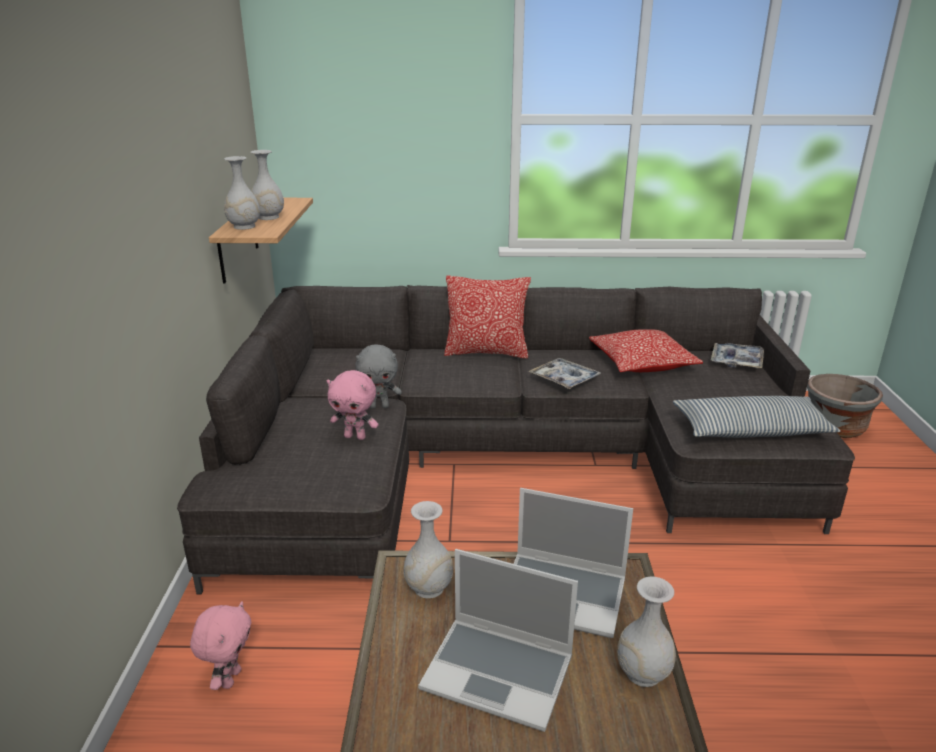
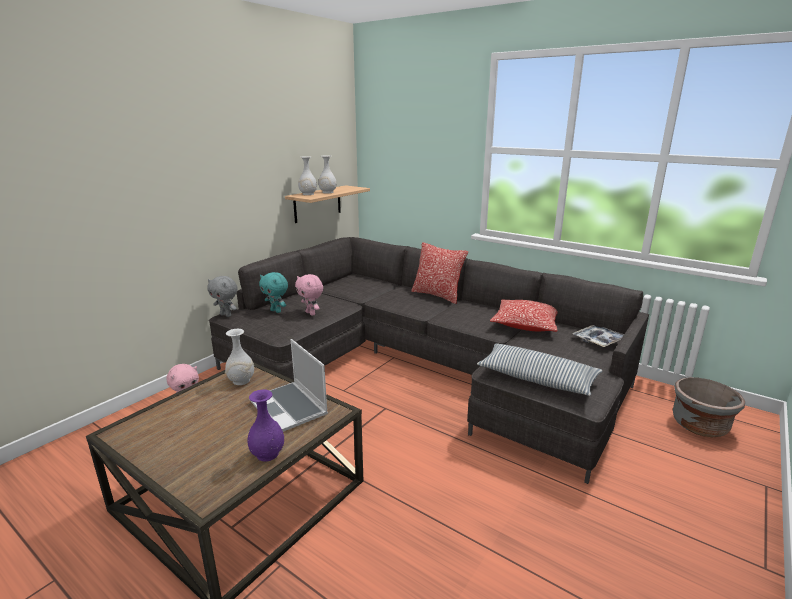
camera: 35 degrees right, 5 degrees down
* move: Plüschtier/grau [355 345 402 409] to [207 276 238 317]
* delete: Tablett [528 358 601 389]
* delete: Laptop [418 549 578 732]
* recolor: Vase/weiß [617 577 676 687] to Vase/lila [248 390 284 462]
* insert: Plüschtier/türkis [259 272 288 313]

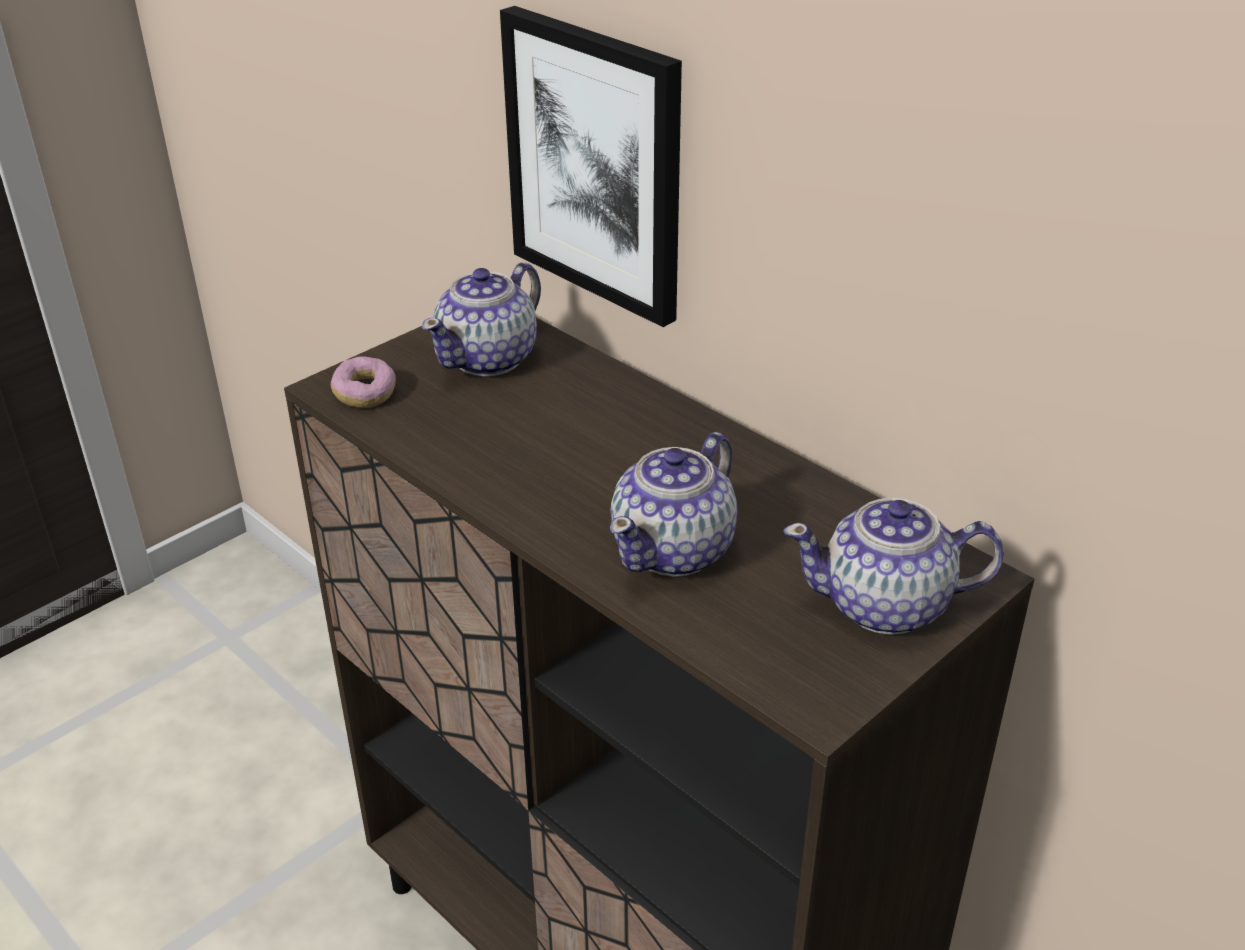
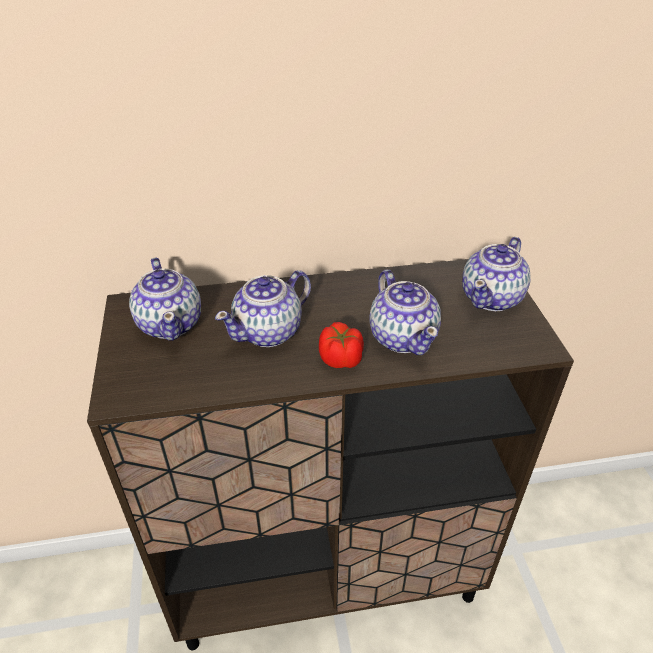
camera: 55 degrees left, 5 degrees up
* delete: Bild [500 6 682 327]
* delete: Donut [331 356 396 408]
* insert: Teekanne [215 270 311 347]
* insert: Tomate [319 322 364 368]

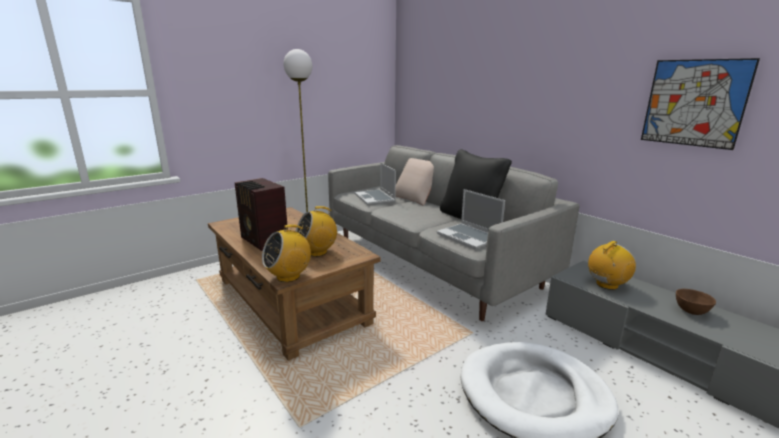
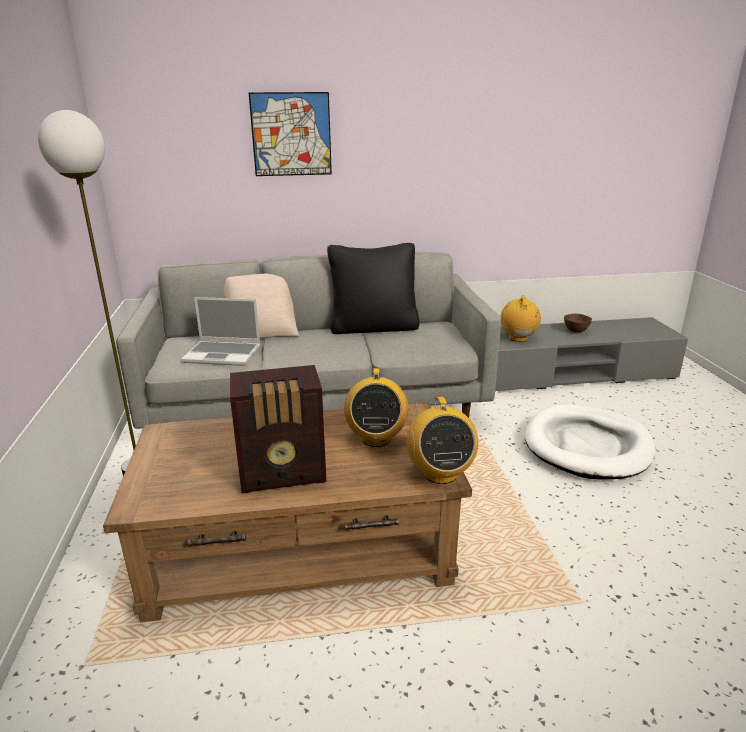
camera: 60 degrees left, 5 degrees up
* move: Bild [641 58 760 150] to [249 92 332 176]
* delete: Laptop [437 189 505 249]

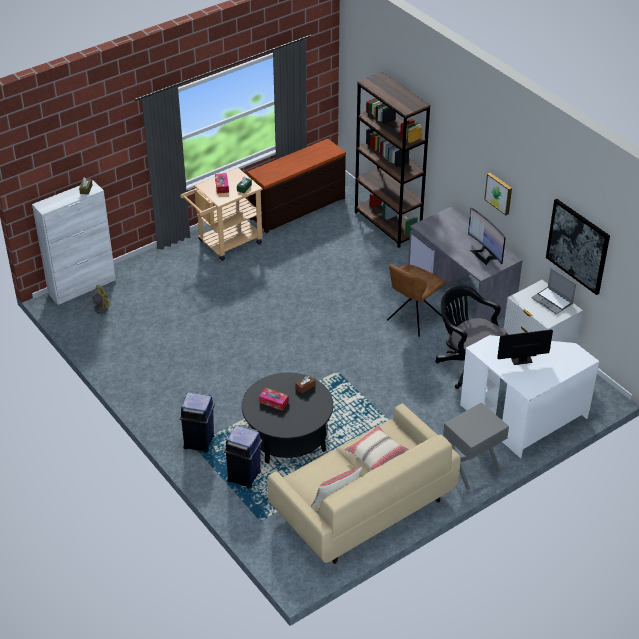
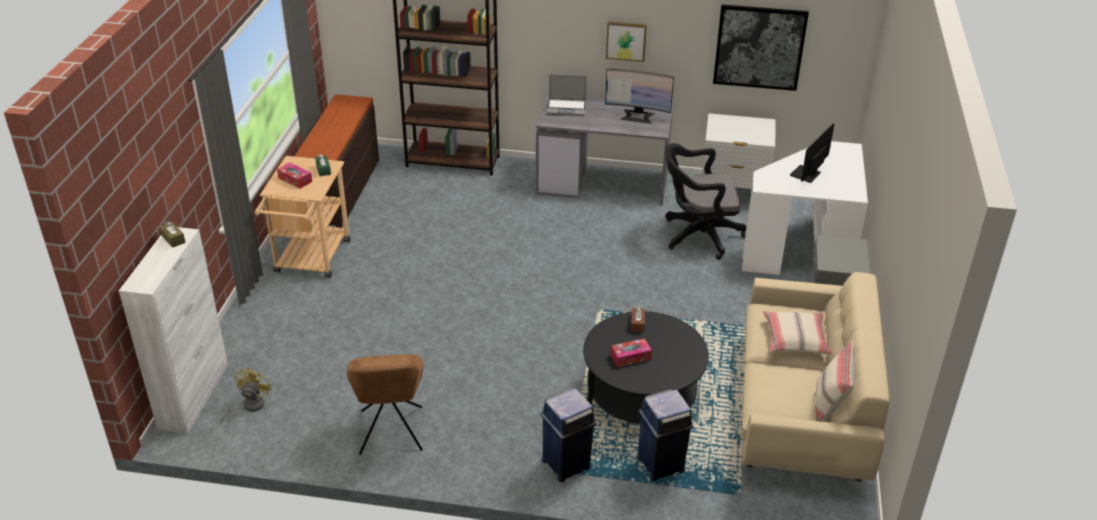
camera: 45 degrees left, 5 degrees down
* move: Stuhl/braun [387 264 446 337] to [347 354 423 455]
* move: Laptop [532 268 576 315] to [547 74 587 116]

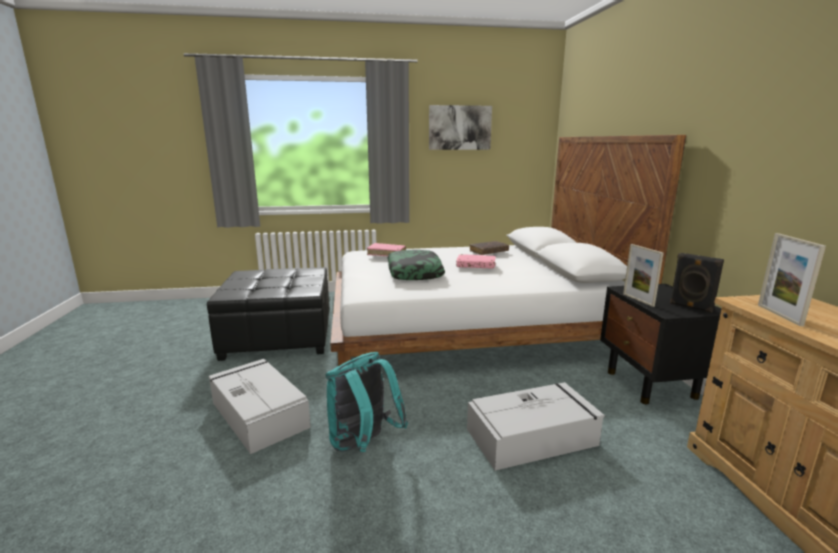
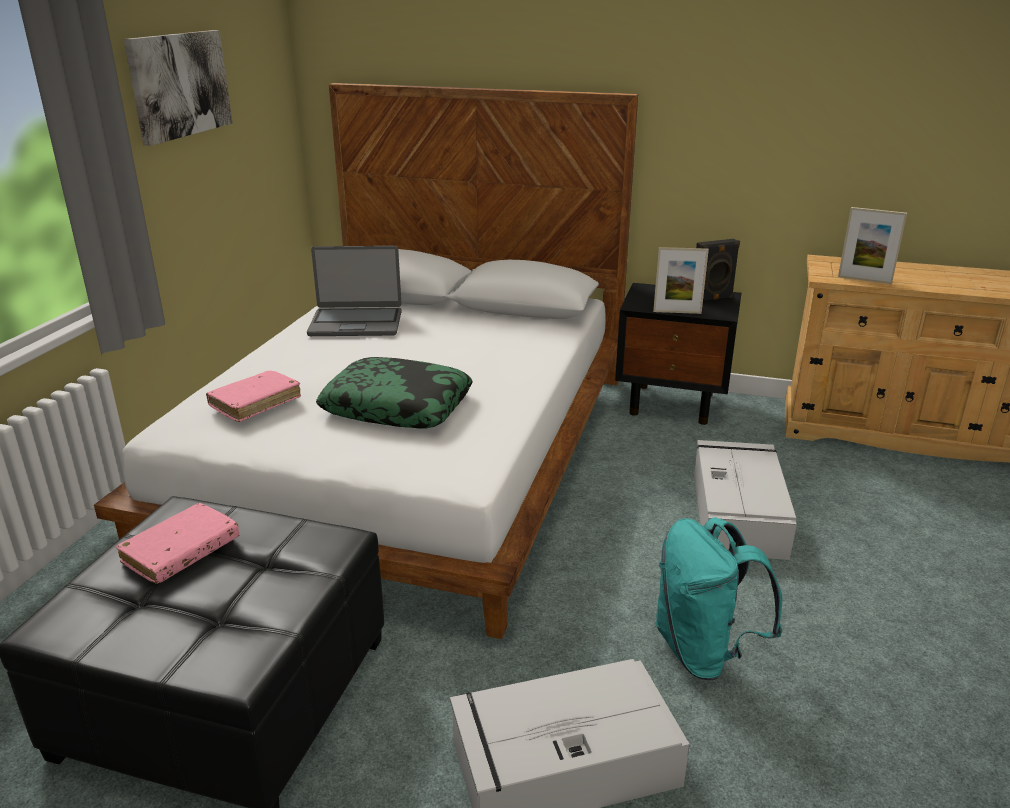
camera: 65 degrees left, 10 degrees up
* replace: Buch/braun [470 241 509 255] to Laptop [307 246 402 336]
* move: Buch/rosa [456 254 496 269] to [116 503 239 584]

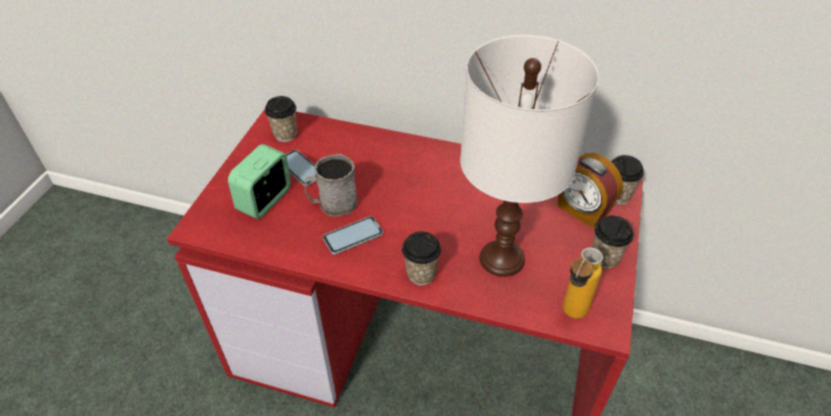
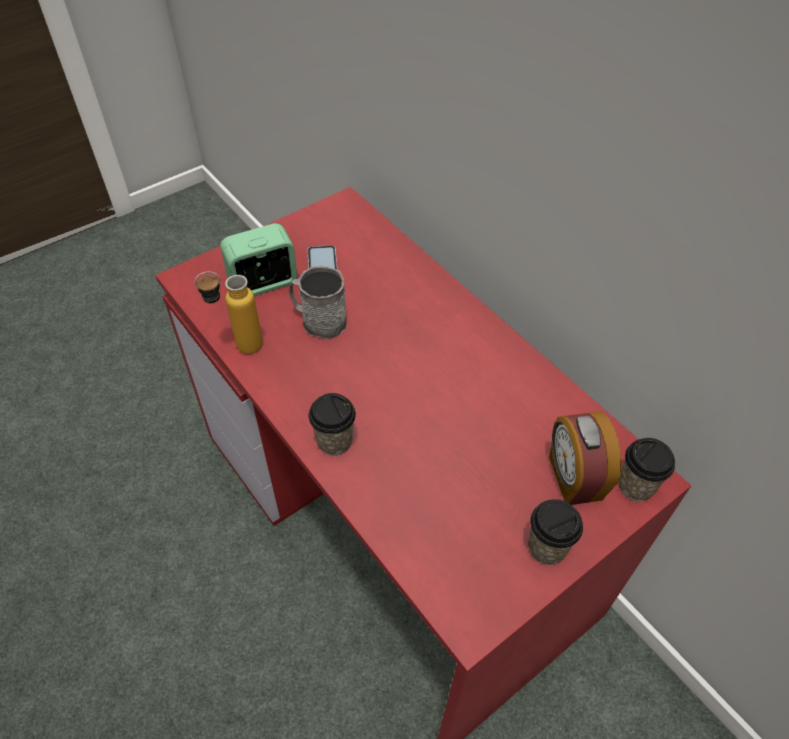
camera: 35 degrees right, 5 degrees up
* delete: Tischlampe/weiß [460 35 599 277]
* delete: Tasse [265 96 297 142]
* delete: Handy [323 216 383 254]
* move: Flasche [563 247 603 319] to [194 272 263 354]

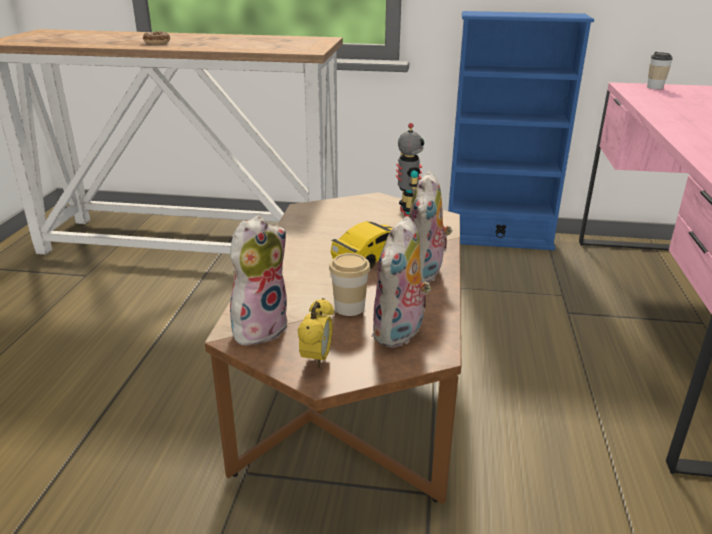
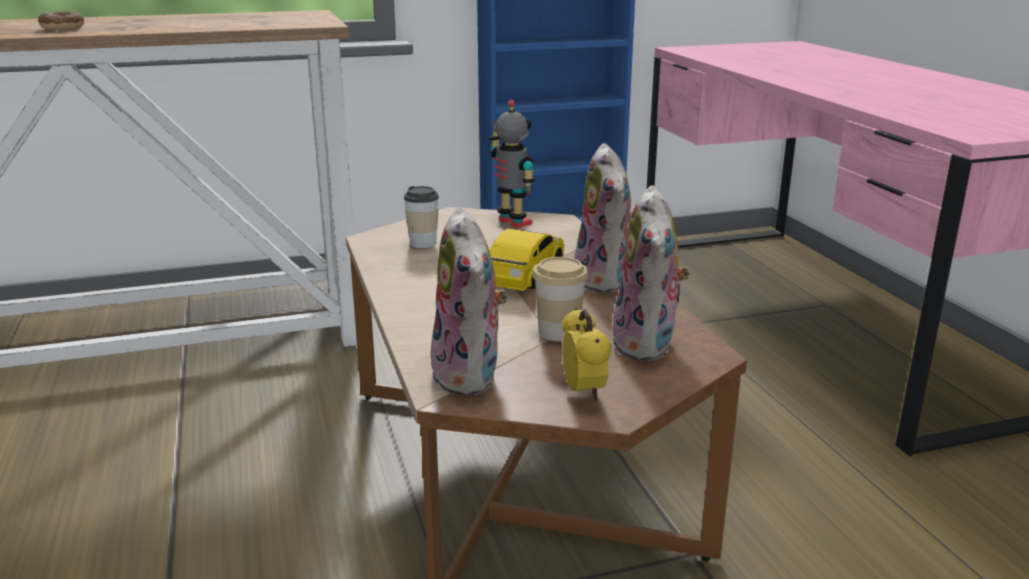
camera: 25 degrees left, 5 degrees down
* move: Tasse [647 52 673 89] to [404 186 439 248]
* rotate: Plüschtier [230 215 288 348] = [429 207 508 396] 150 degrees clockwise

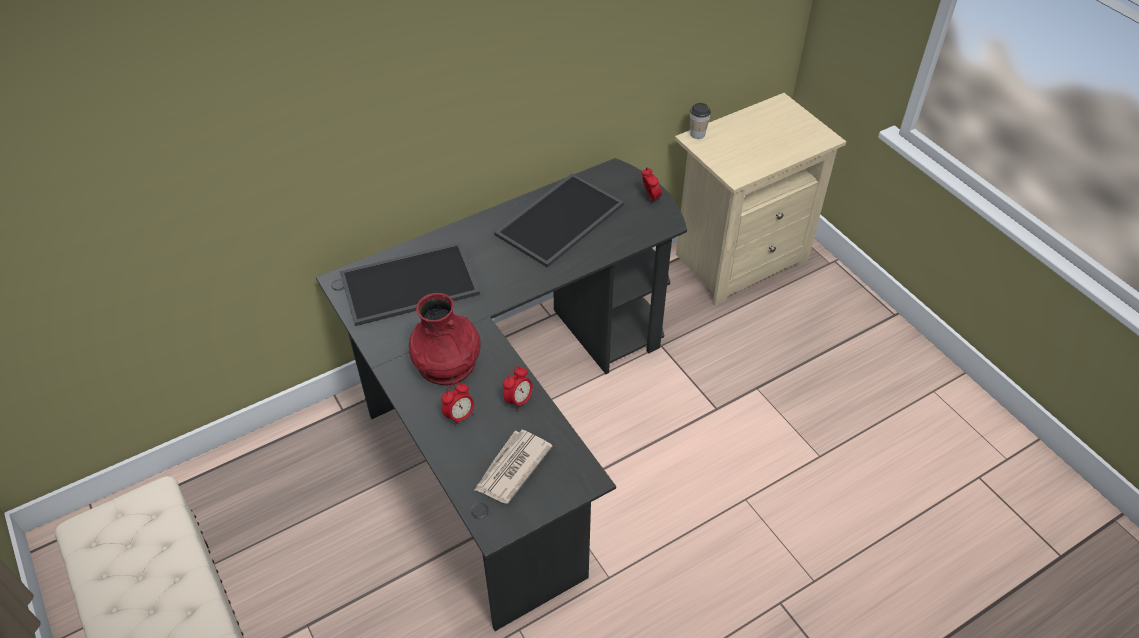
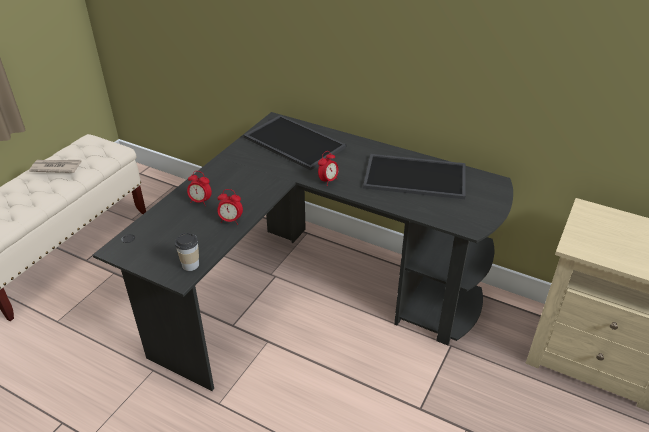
camera: 60 degrees right, 10 degrees down
* move: Tasse [690 103 711 139] to [175 233 199 271]
* move: Wecker [642 168 662 201] to [318 151 338 186]
* delete: Vase/rot [409 293 481 386]
* move: Zeitung [475 430 552 503] to [29 160 82 173]

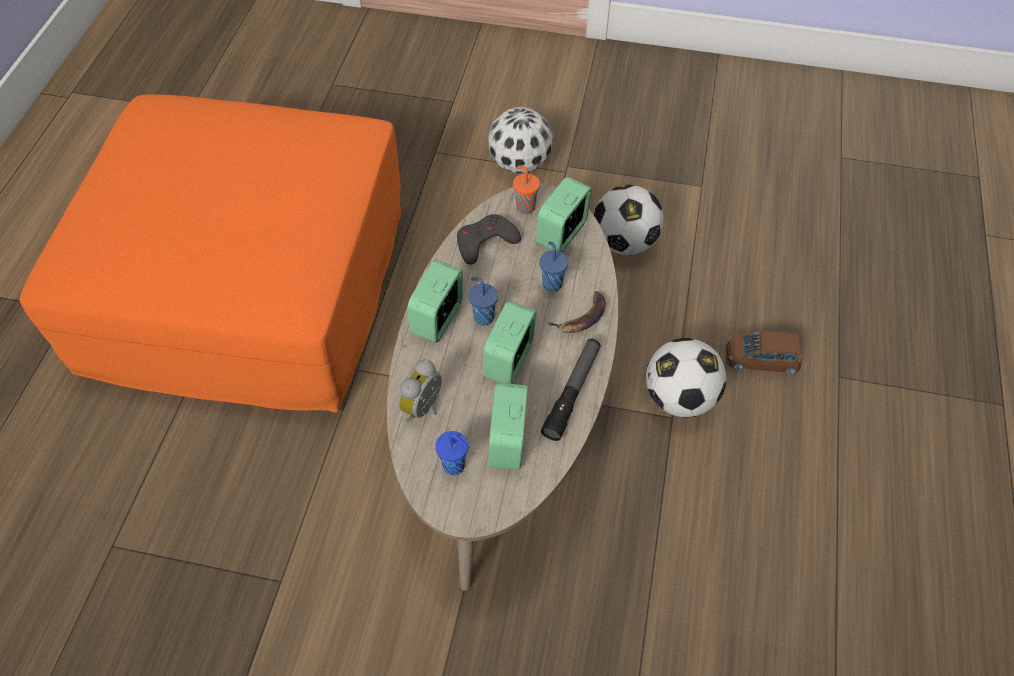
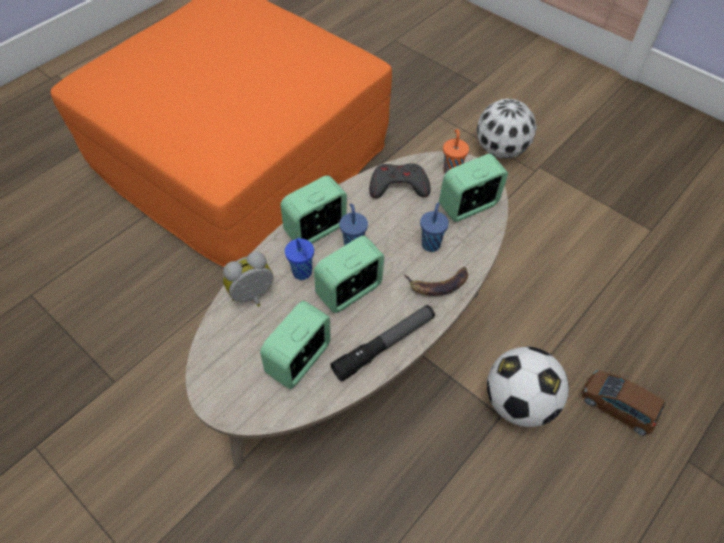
camera: 30 degrees right, 0 degrees up
* delete: Fußball [594 185 663 256]
* move: Tasse/blau [435 431 469 475] to [285 238 314 280]

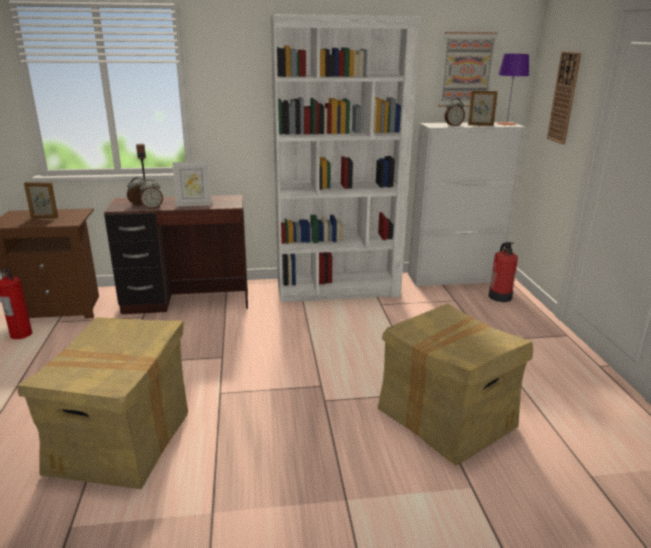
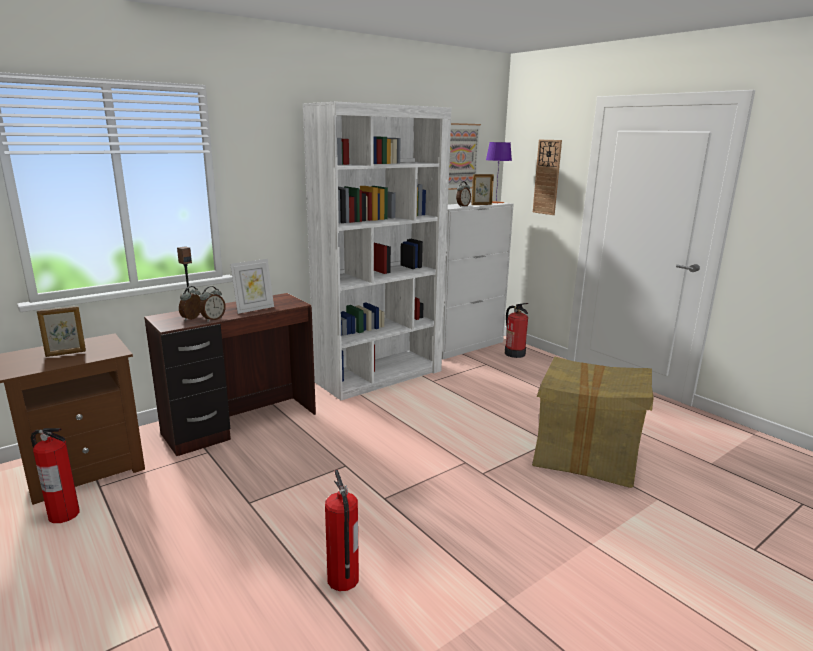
camera: 30 degrees left, 5 degrees down
* replace: Karton [17 317 188 489] to Feuerlöscher [325 470 359 591]

